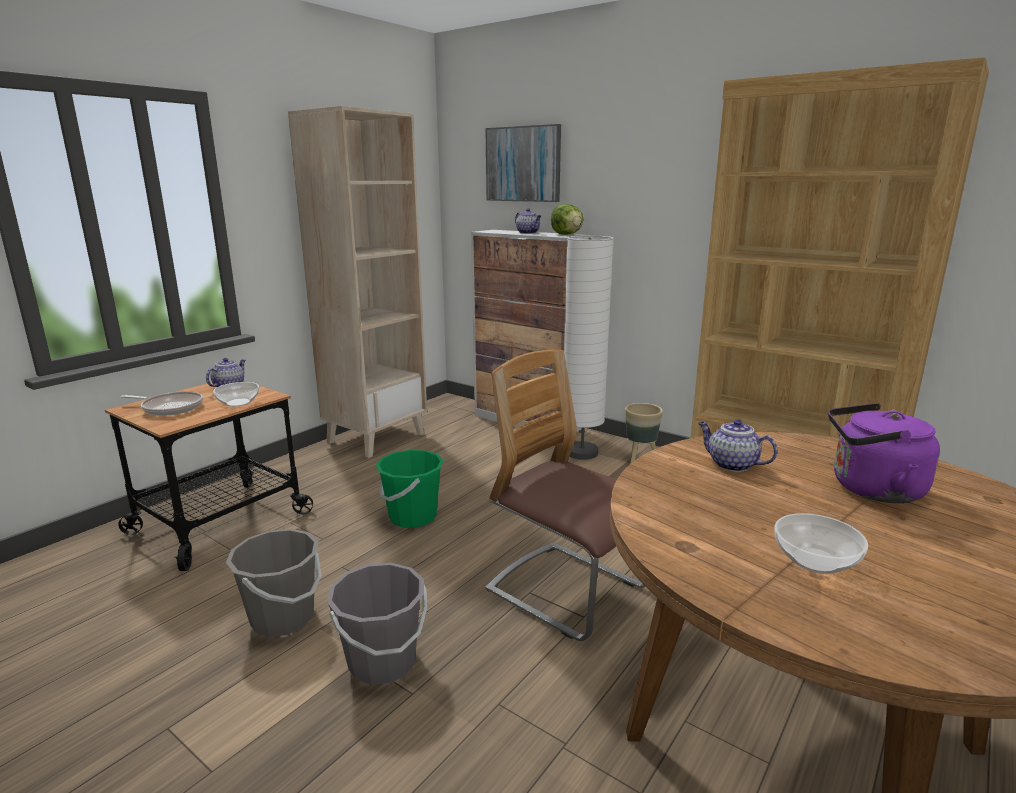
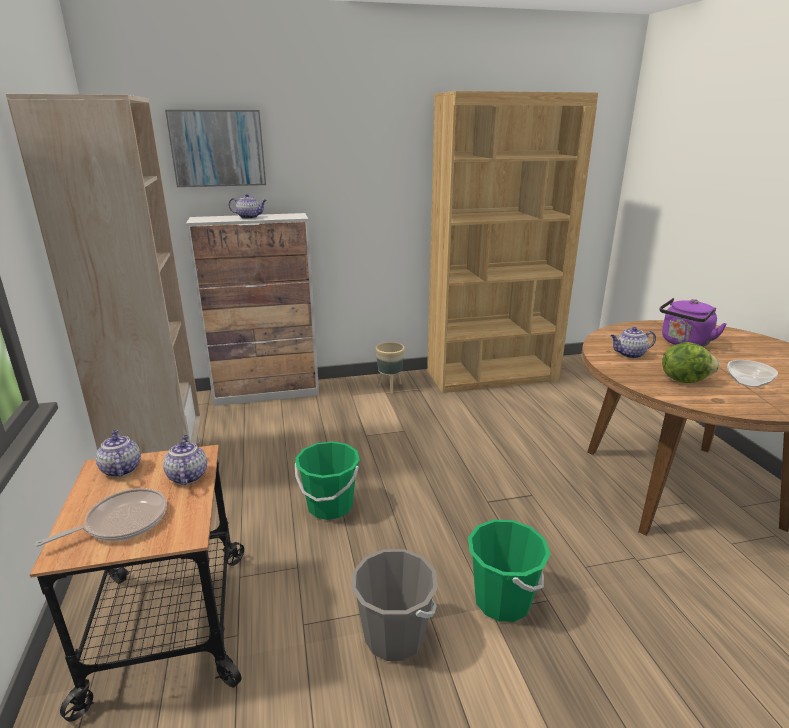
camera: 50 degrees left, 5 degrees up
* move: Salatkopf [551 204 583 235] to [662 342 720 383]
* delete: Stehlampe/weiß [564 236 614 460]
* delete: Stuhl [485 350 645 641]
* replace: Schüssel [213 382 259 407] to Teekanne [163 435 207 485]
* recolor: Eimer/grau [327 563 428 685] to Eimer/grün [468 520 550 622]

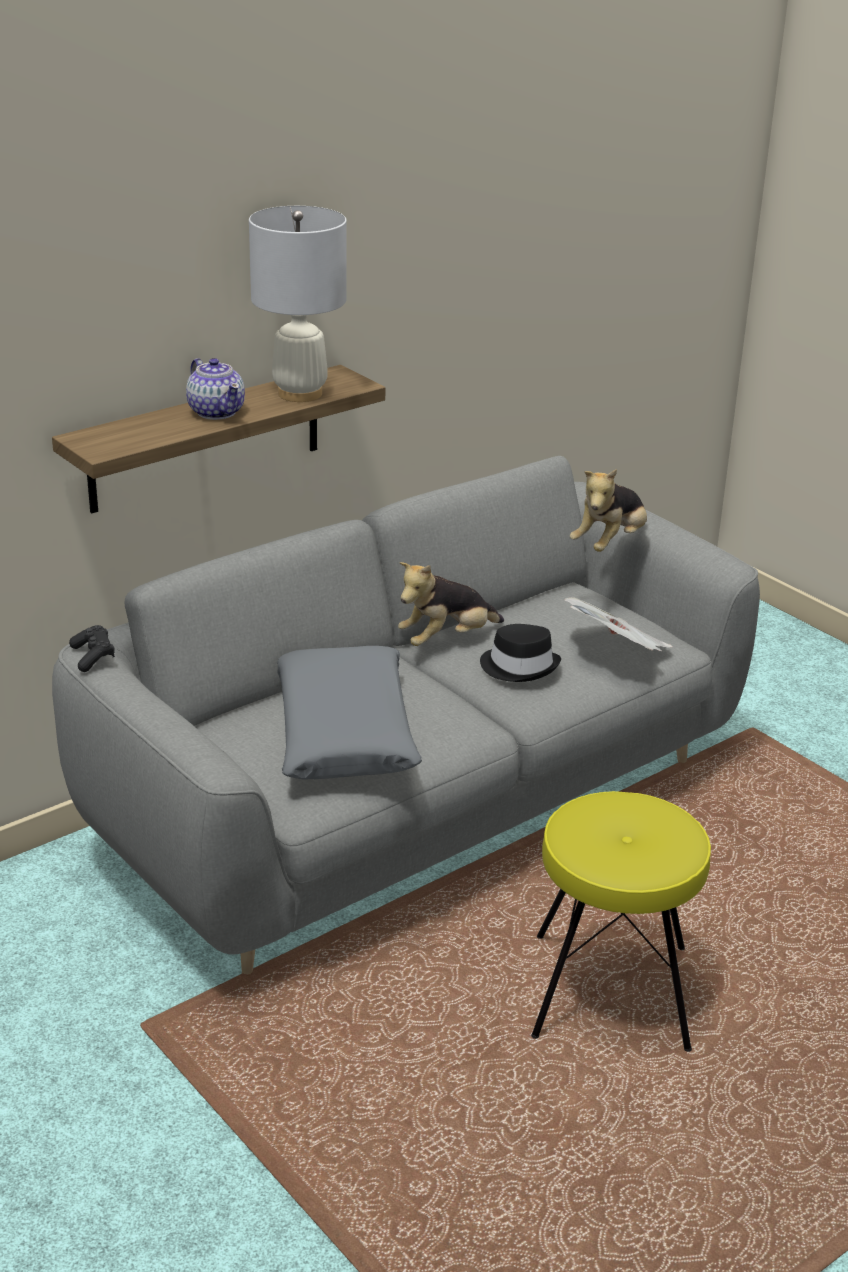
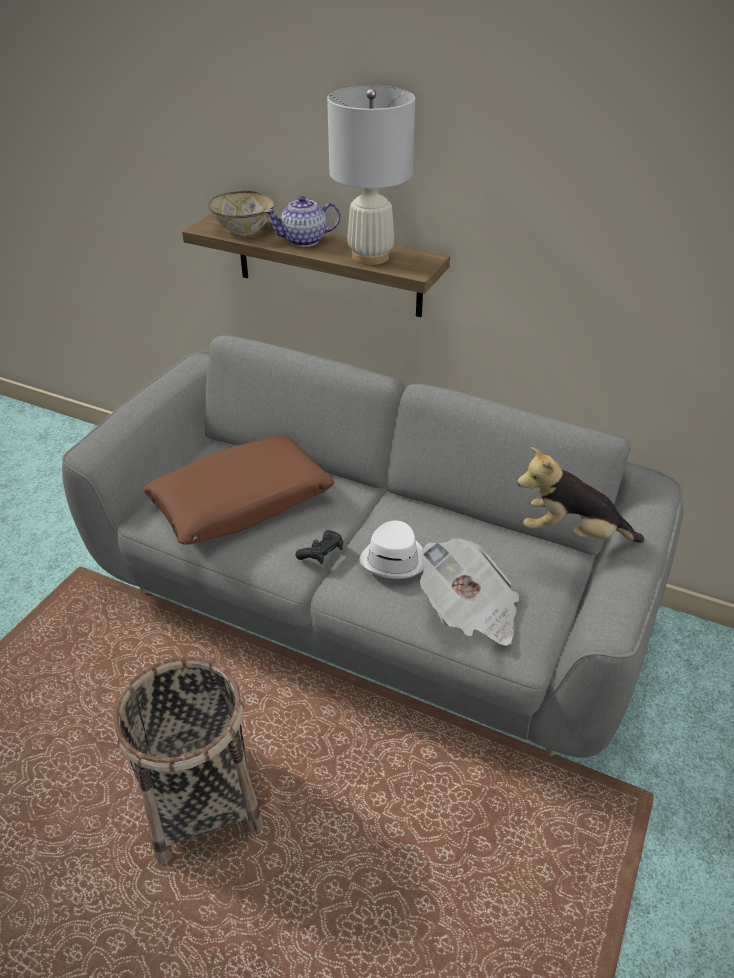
camera: 65 degrees right, 10 degrees up
* rotate: Teekanne [186 358 245 420] = [264 196 341 247] 45 degrees clockwise
* delete: Plüschtier [398 562 504 646]
* recolor: Hut/schwarz [480 624 561 682] to Hut/weiß [359 521 424 579]
* move: Gamepad/schwarz [69 625 115 672] to [295 530 343 564]
* recolor: Kissen/grau [277 646 422 780] to Kissen/braun [143 435 335 544]
* replace: Hocker/gelb [531 791 711 1052] to Korb [113 656 263 864]
* insert: Schüssel [208 191 275 234]

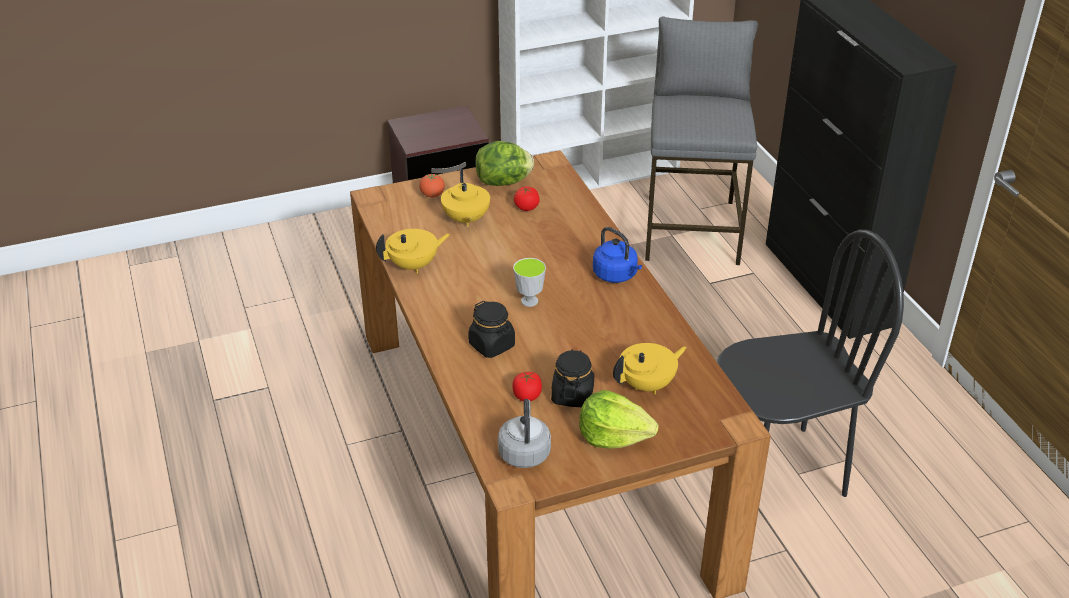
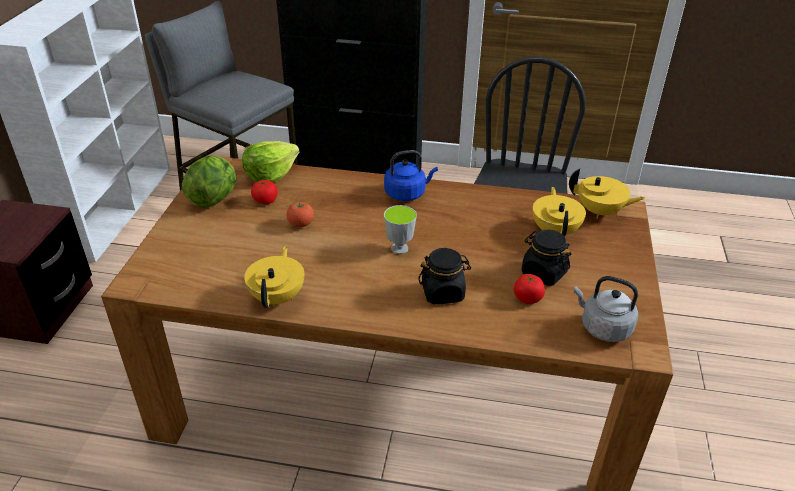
camera: 60 degrees left, 0 degrees up
* move: Teekanne/gelb [441 169 490 227] to [569 168 645 219]
* move: Tomate [419 174 445 197] to [287 202 314 227]
* move: Salatkopf [579 390 658 449] to [242 141 300 183]

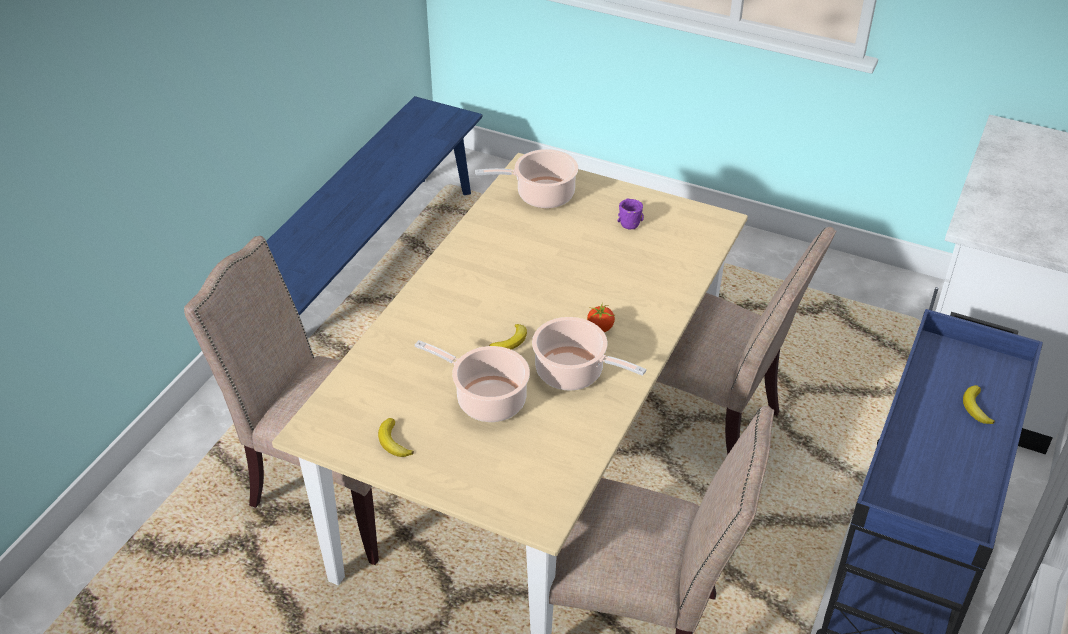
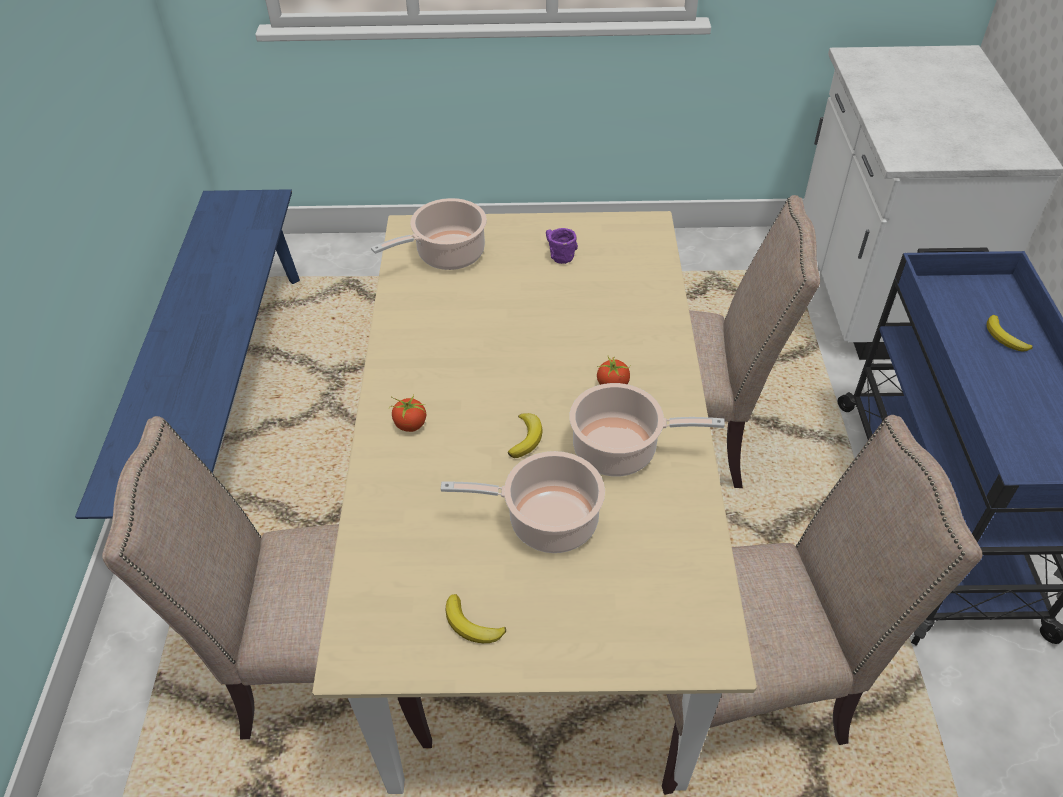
camera: 25 degrees left, 5 degrees up
* insert: Tomate [390 395 426 432]

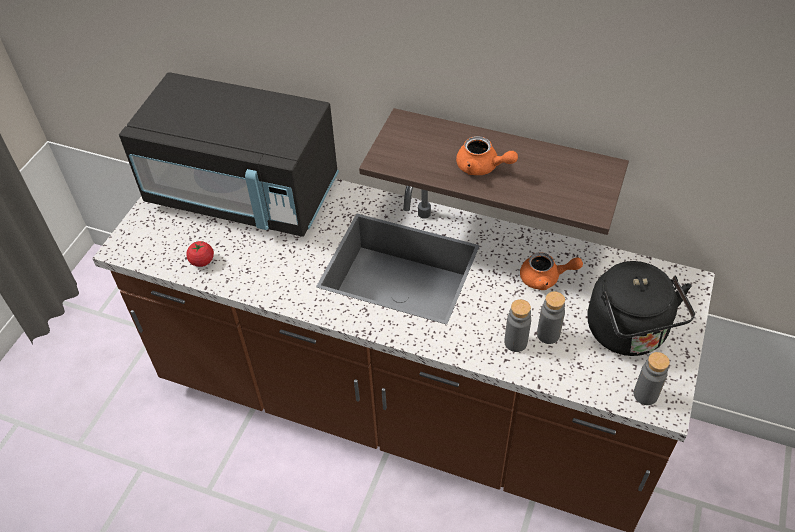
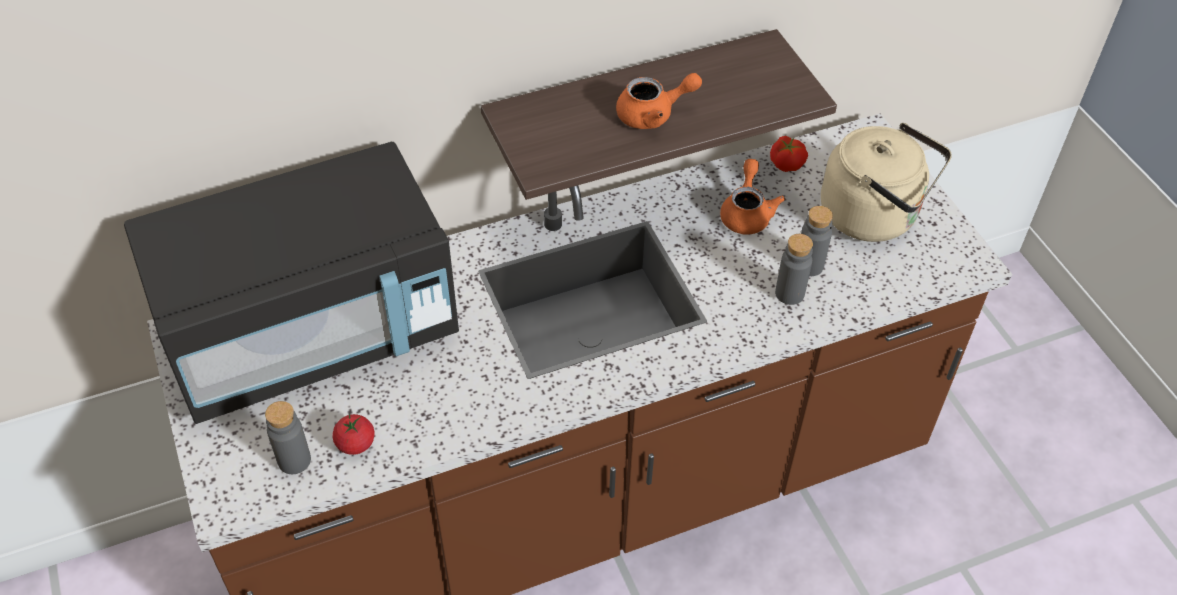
camera: 45 degrees left, 0 degrees up
* rotate: Teekanne/orange [520 252 583 290] = [720 159 785 234] 45 degrees counterclockwise
* recolor: Wasserkessel/schwarz [587 261 695 356] to Wasserkessel/beige [821 123 952 242]
* move: Flasche/grau [633 352 670 405] to [265 401 311 474]
* insert: Tomate [770 136 808 172]

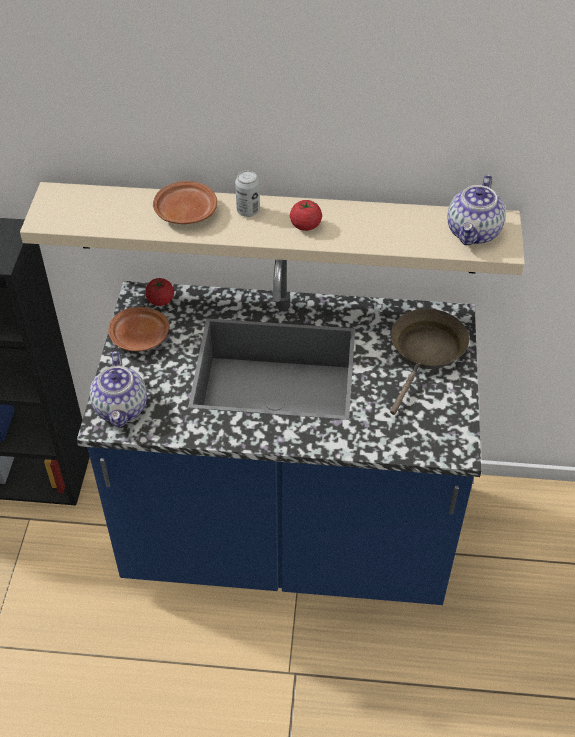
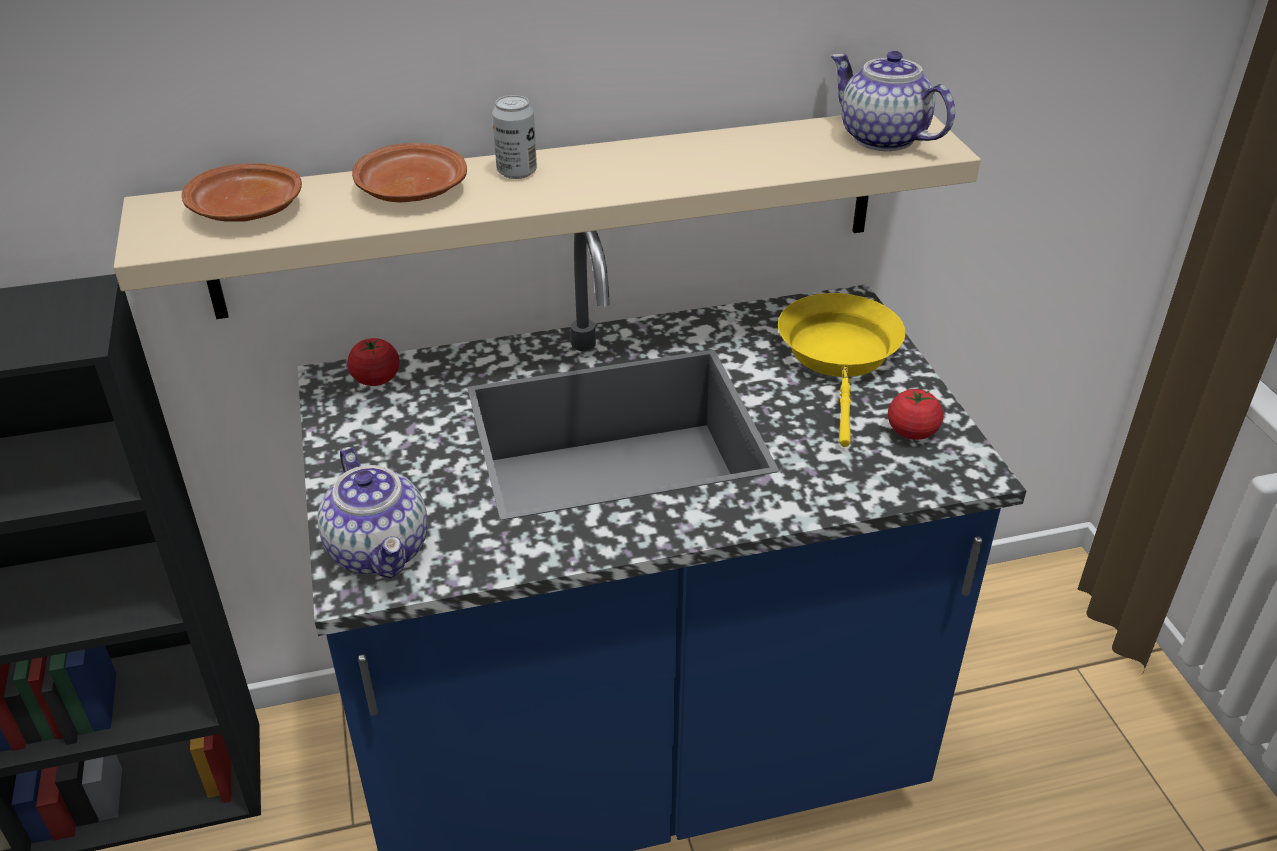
camera: 20 degrees left, 10 degrees down
* rotate: Teekanne [447 175 506 245] = [831 51 955 151] 135 degrees clockwise
* move: Tomate [290 200 322 231] to [888 389 943 440]
* move: Teller/braun [108 307 169 351] to [182 163 302 222]
* recolor: Pfanne/braun [390 309 469 415] to Pfanne/gelb [778 293 905 447]

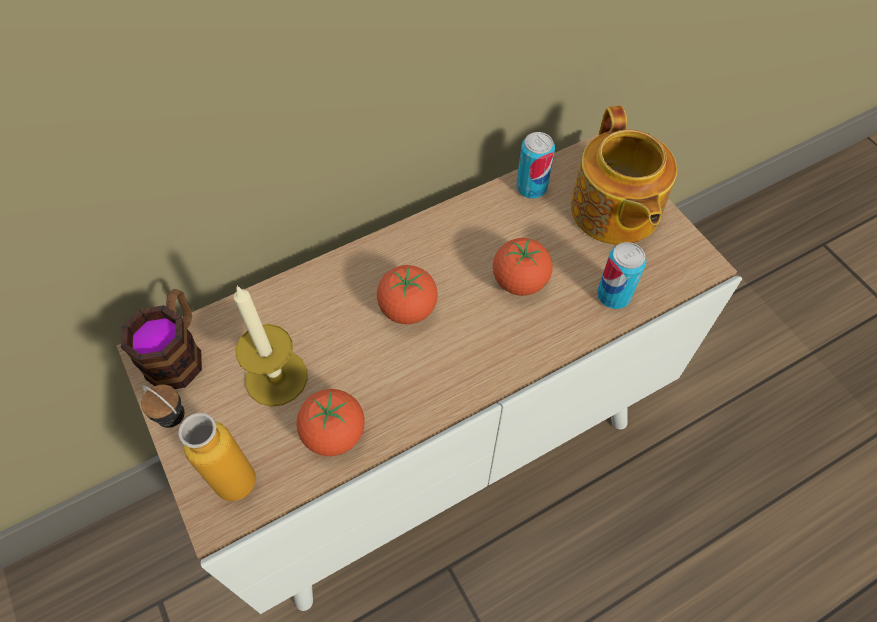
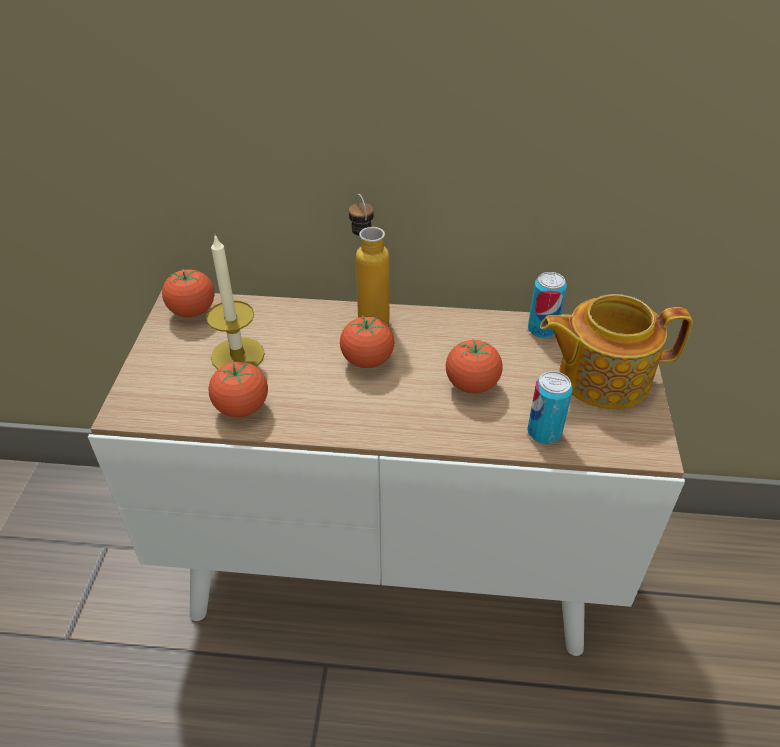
camera: 35 degrees right, 15 degrees down
* rotate: Teekanne [571 106 677 245] = [540 294 693 410] 60 degrees clockwise
* replace: Henkelbecher [121 289 202 389] to Tomate [162 269 215 317]
* move: Flasche [141 385 256 501] to [349 194 389 324]

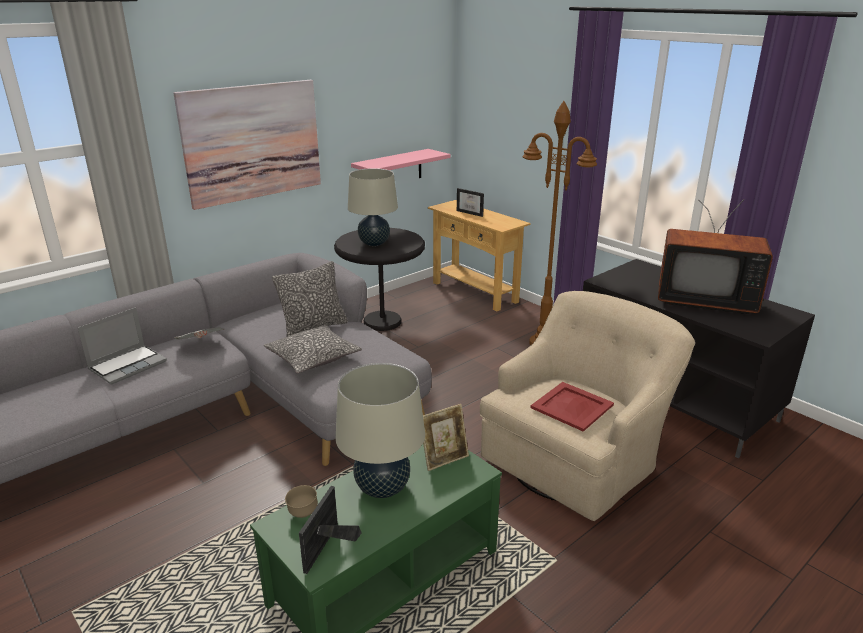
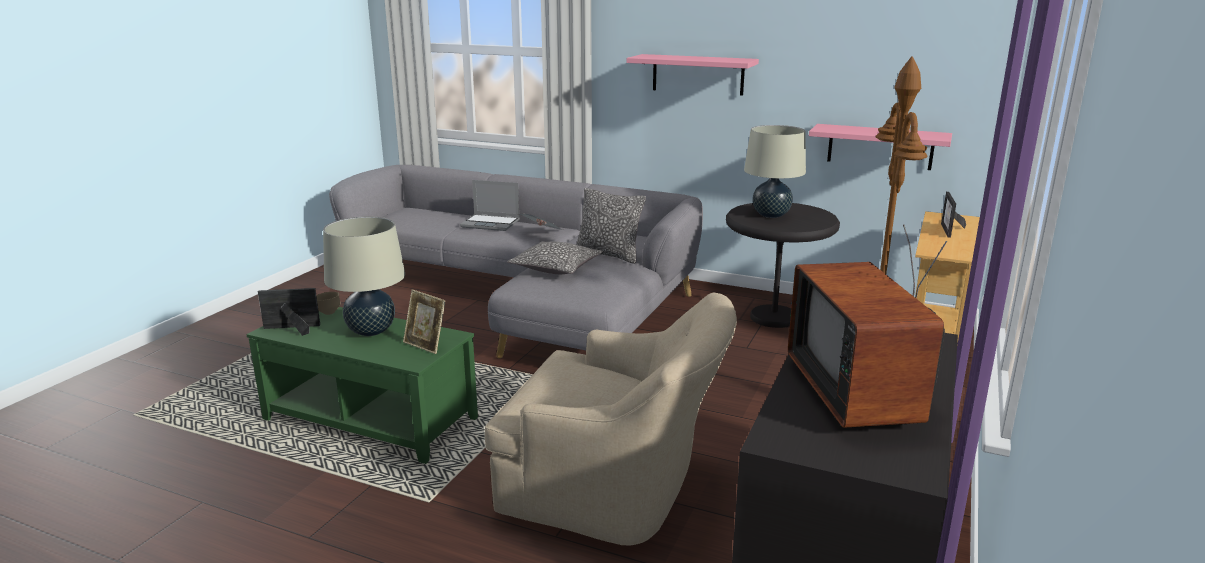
camera: 65 degrees right, 5 degrees down
* replace: Bild [173 80 321 210] to Wandregal/rosa [626 54 759 96]
* delete: Tablett/rot [530 382 614 432]

